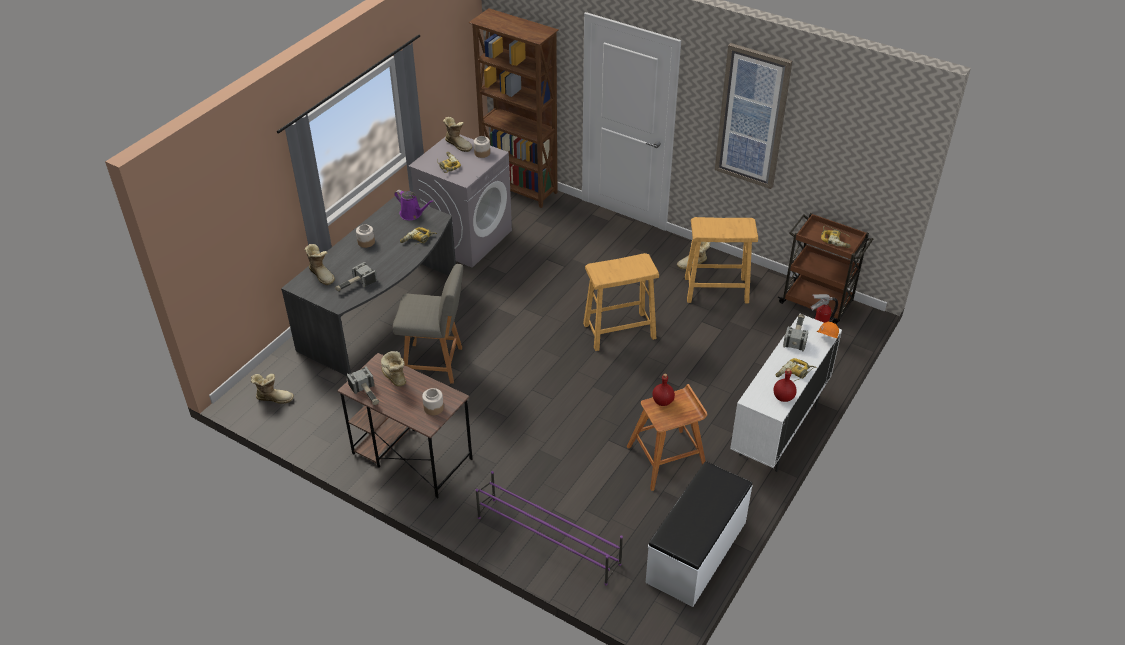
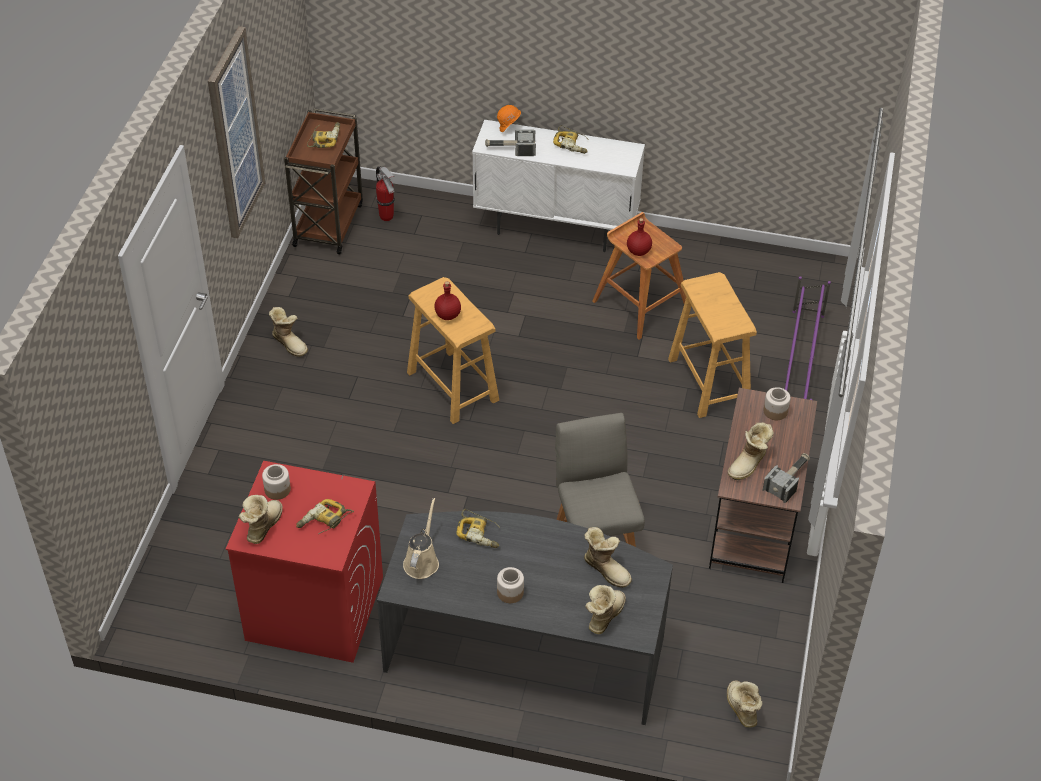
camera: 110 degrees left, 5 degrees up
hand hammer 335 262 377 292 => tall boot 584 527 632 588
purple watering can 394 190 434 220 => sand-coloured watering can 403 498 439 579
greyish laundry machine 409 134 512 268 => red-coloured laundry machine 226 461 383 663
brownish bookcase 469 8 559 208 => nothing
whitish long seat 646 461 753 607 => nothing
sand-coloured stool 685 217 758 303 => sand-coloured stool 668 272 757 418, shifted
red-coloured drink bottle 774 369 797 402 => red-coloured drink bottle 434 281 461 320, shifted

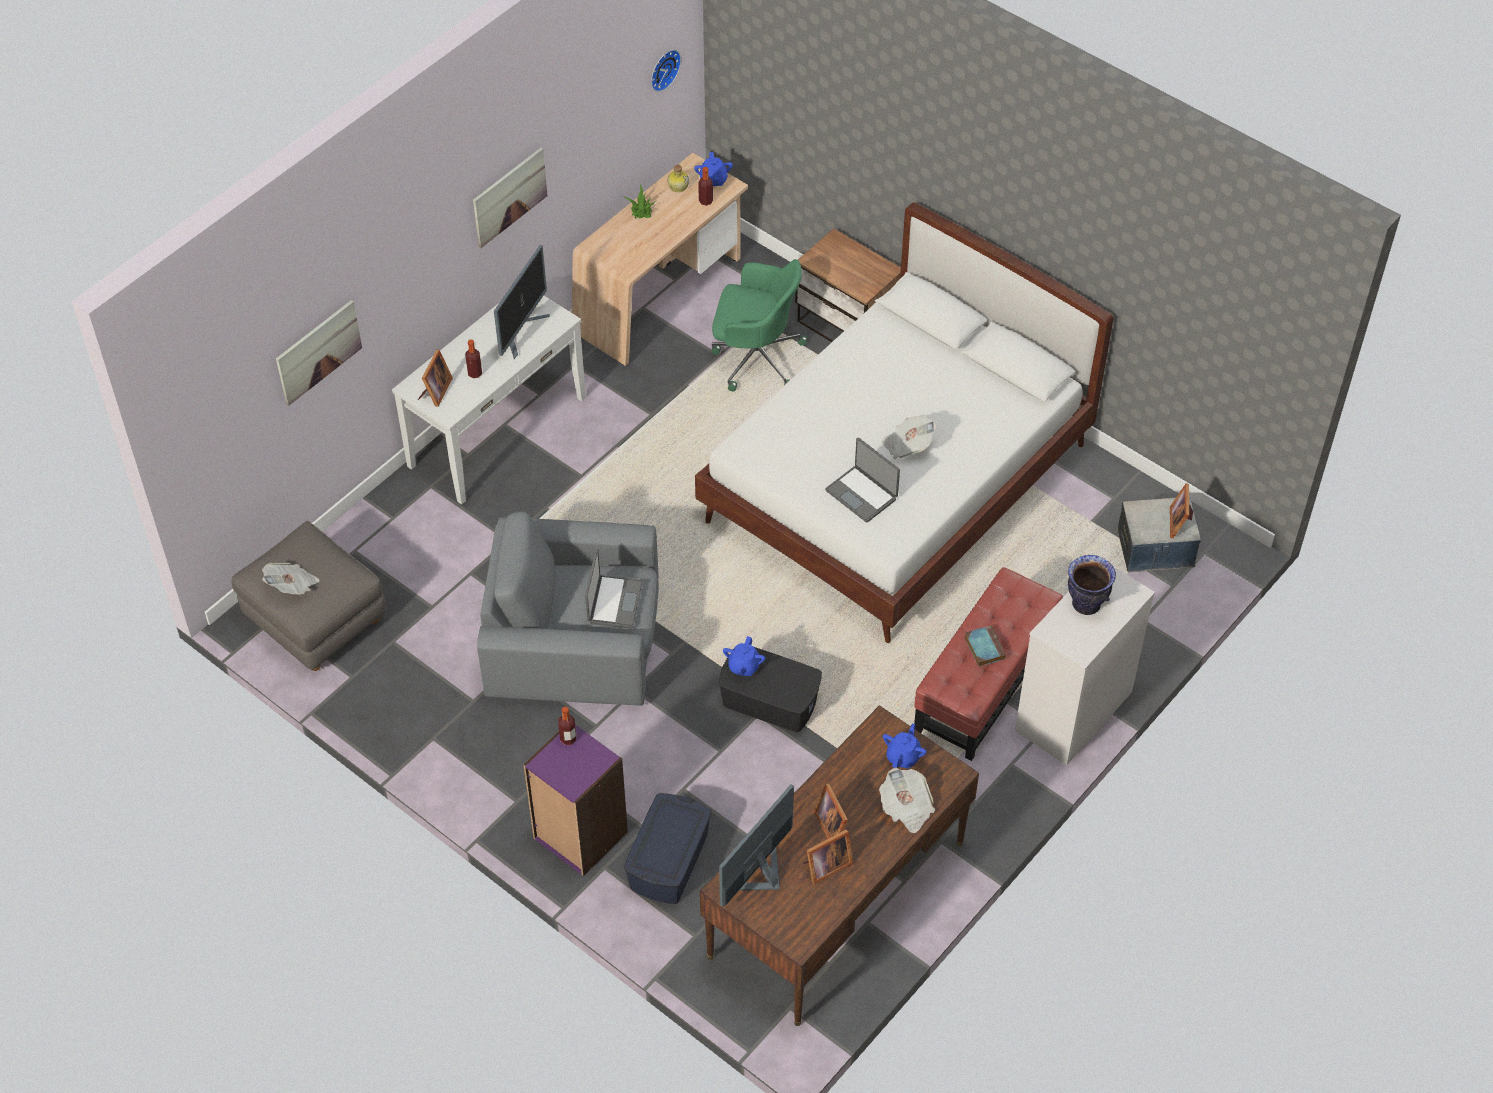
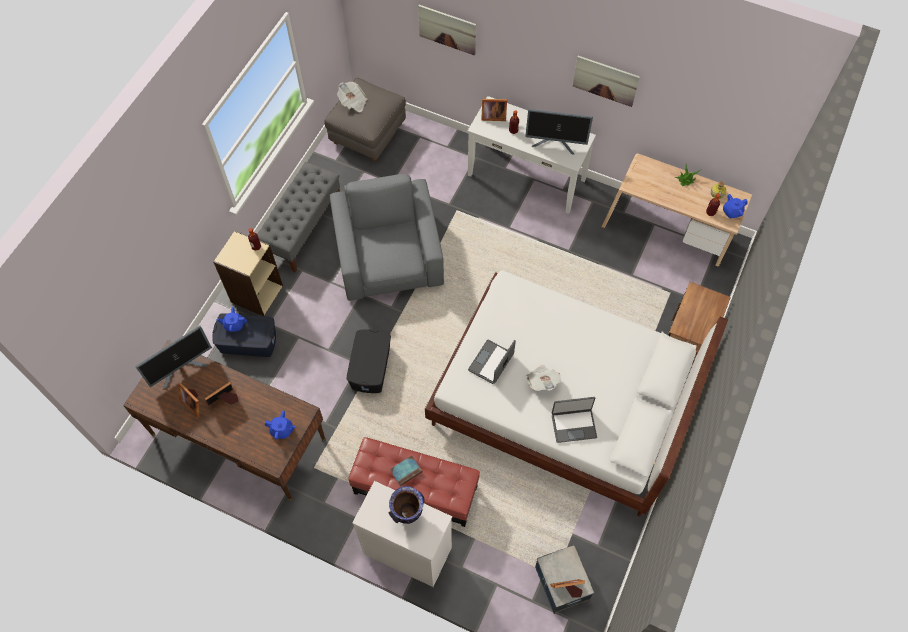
camera: 75 degrees right, 10 degrees up
purple bookcase 523 725 628 876 => sand-coloured bookcase 213 230 283 316
laptop 585 549 643 629 => laptop 552 397 597 443, shifted
wall clock 651 50 681 92 => nothing
green-coloured desk chair 712 259 807 392 => nothing
monitor 719 784 794 907 => monitor 135 326 212 390, 120 degrees clockwise
blue tea pot 723 636 766 676 => blue tea pot 217 307 247 332, shifted
printed paper 879 768 935 833 => nothing
nothing => greyish long seat 257 162 340 273

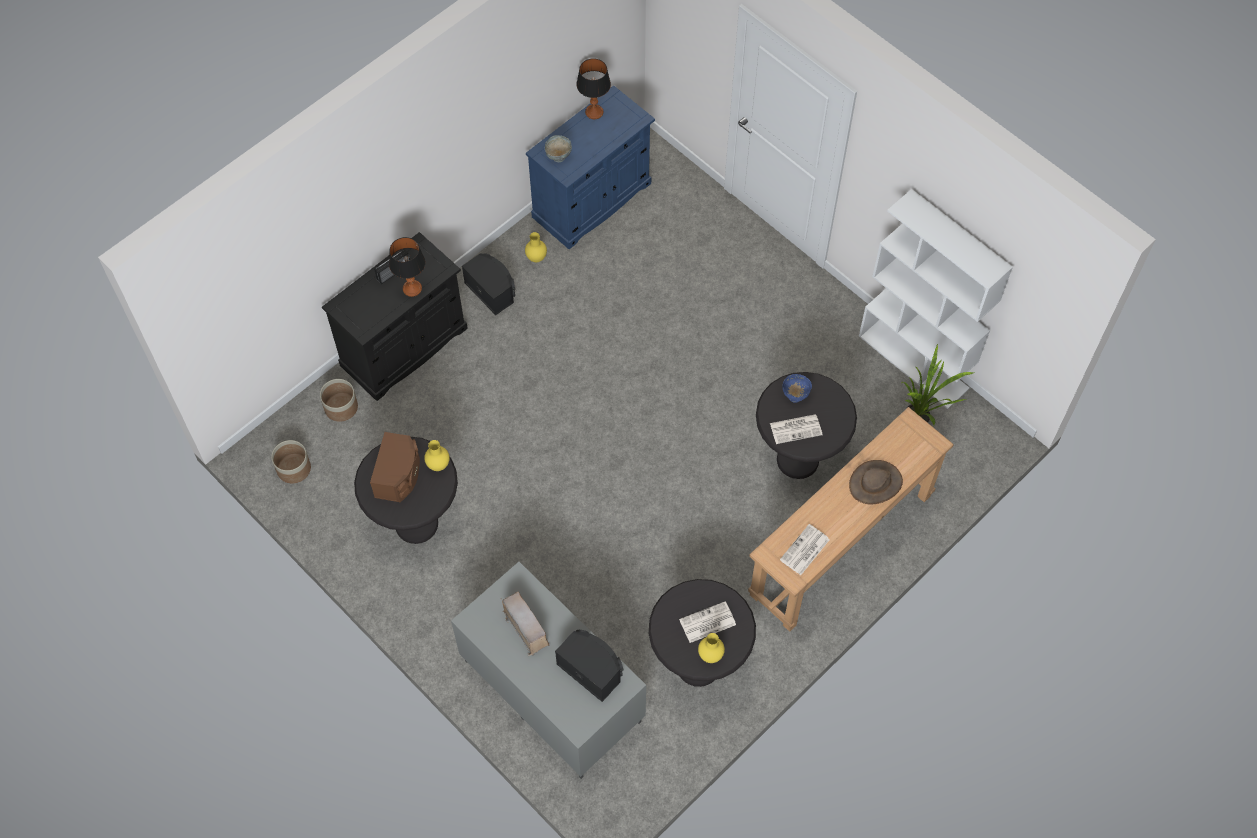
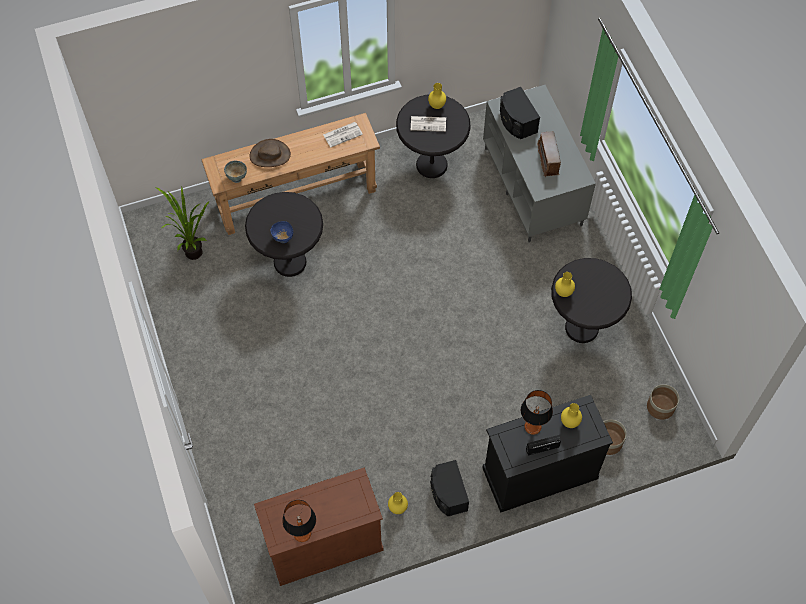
camera: 155 degrees left, 0 degrees up
brownish loudspeaker 370 432 420 502 => nothing
blue storage cabinet 526 85 655 249 => brownish storage cabinet 254 467 384 586
greyish bowl 545 135 572 162 => greyish bowl 224 161 247 183, shifted
printed paper 770 414 823 444 => nothing
whitish bookcase 859 189 1013 409 => nothing
nothing => yellow-coloured flower vase 561 403 582 428

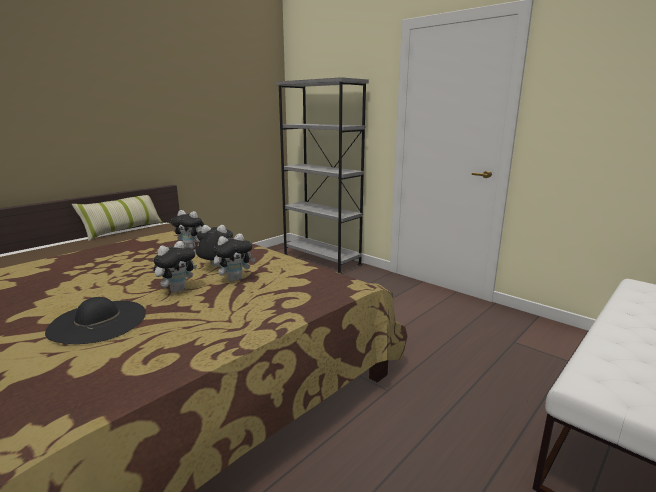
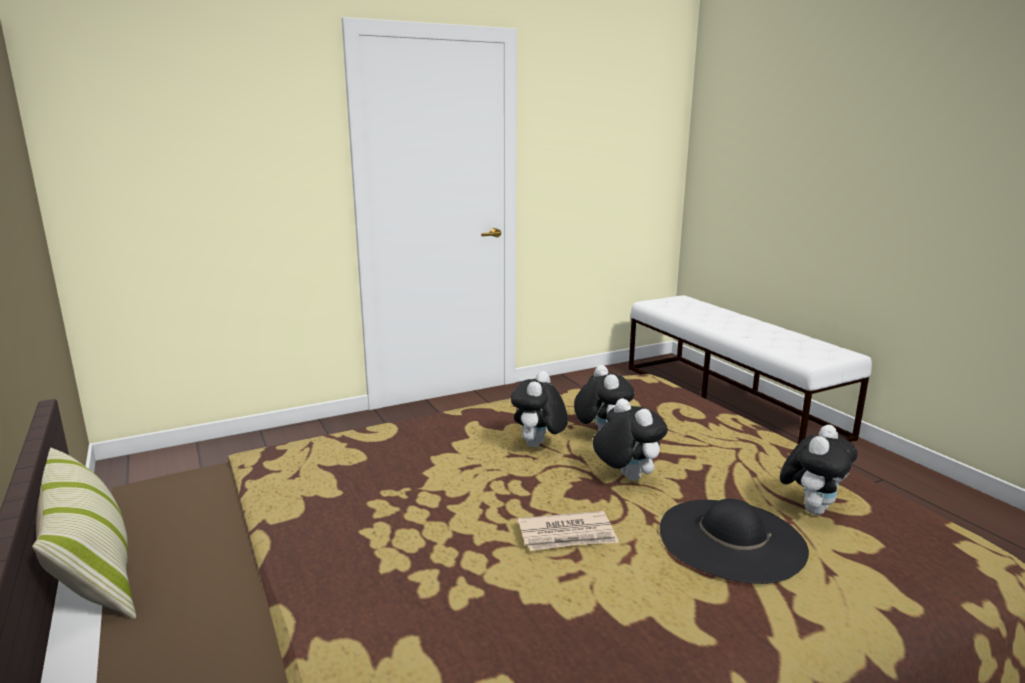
camera: 70 degrees left, 0 degrees up
cuddly toy 171 210 204 249 => cuddly toy 780 425 858 515, shifted
greyish bookcase 276 77 369 274 => nothing
nothing => printed paper 518 511 619 551

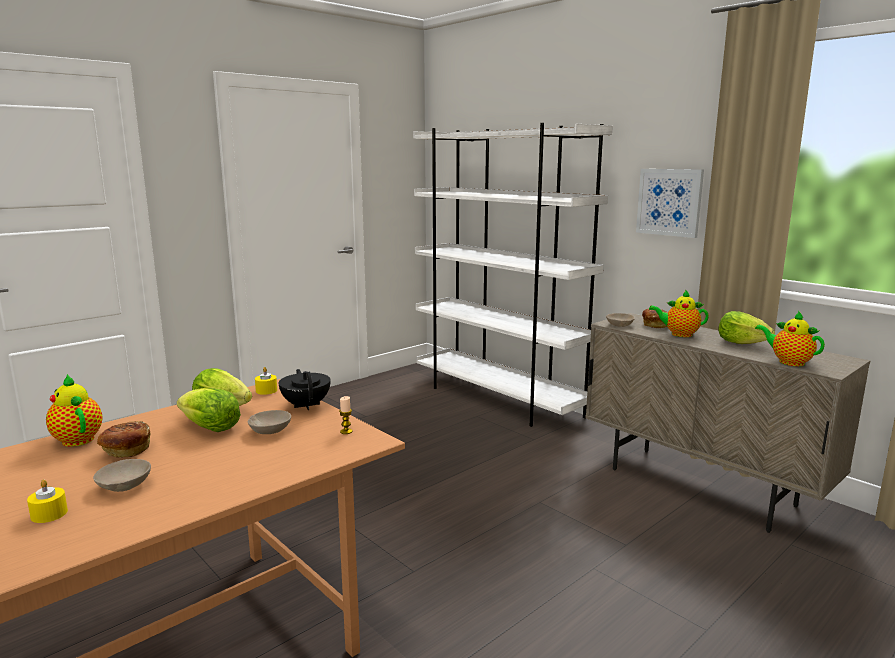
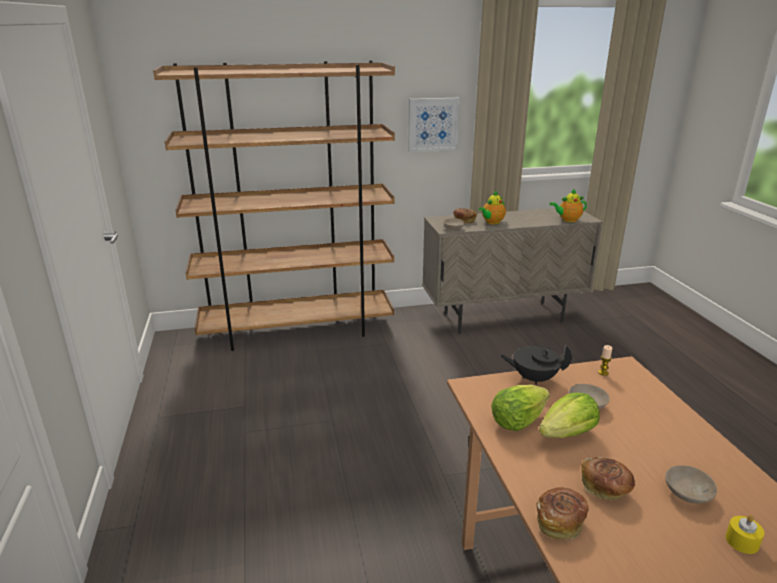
camera: 60 degrees left, 10 degrees up
tea pot 46 374 102 447 => bread 537 487 589 540
yellow-coloured wax light 255 367 277 395 => nothing
whitish bookcase 413 123 613 427 => brownish bookcase 153 61 395 351
head of lettuce 718 311 775 344 => nothing

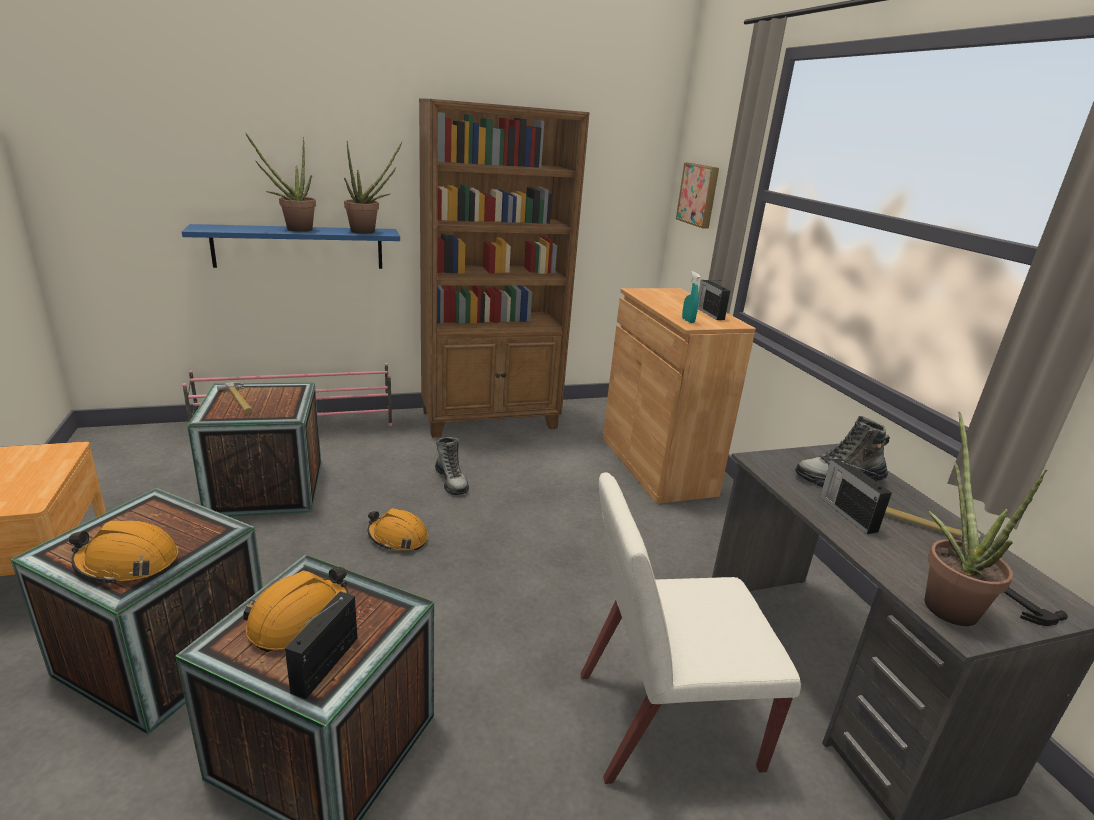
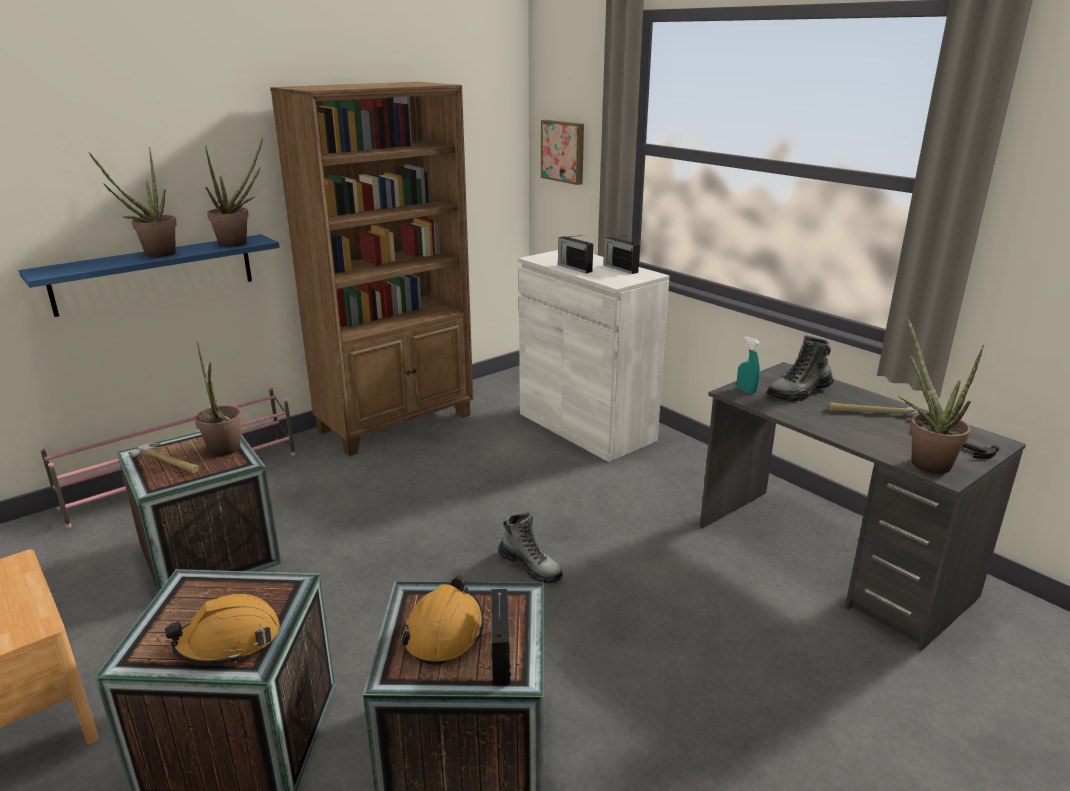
camera: 20 degrees left, 0 degrees up
orange hard hat 368 508 428 551 => nothing
tall boot 435 437 469 495 => tall boot 498 512 563 583, shifted
whitish plain chair 581 472 801 784 => nothing
brownish storage cabinet 603 288 756 504 => whitish storage cabinet 519 250 670 462
blue-green hand sprayer 682 271 700 323 => blue-green hand sprayer 737 336 760 394, shifted
radio 820 458 892 534 => radio 558 235 593 273, shifted
nothing => plant in a pot 195 341 243 456

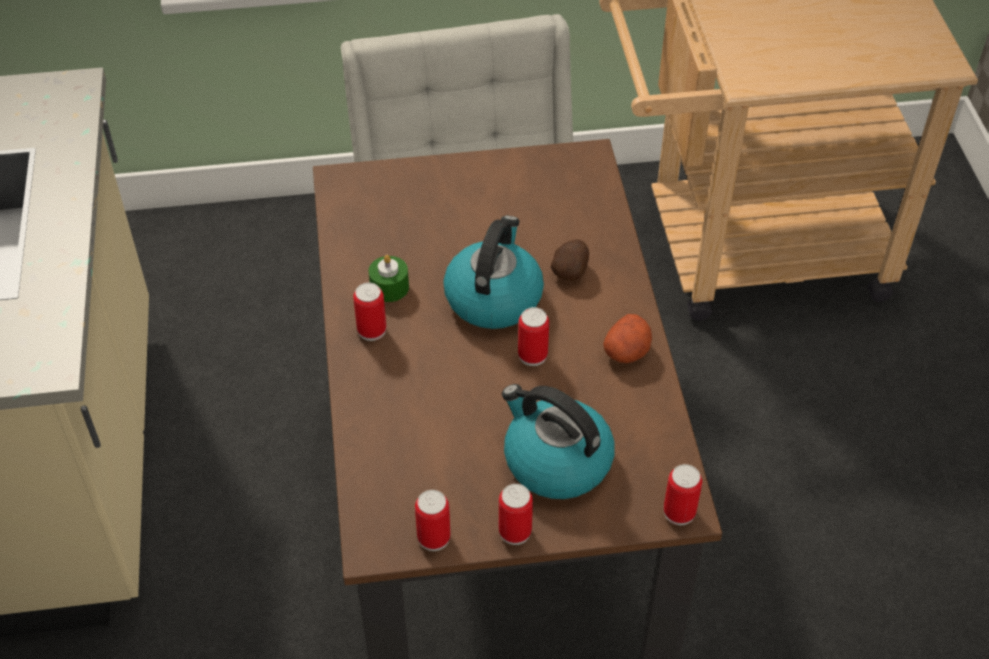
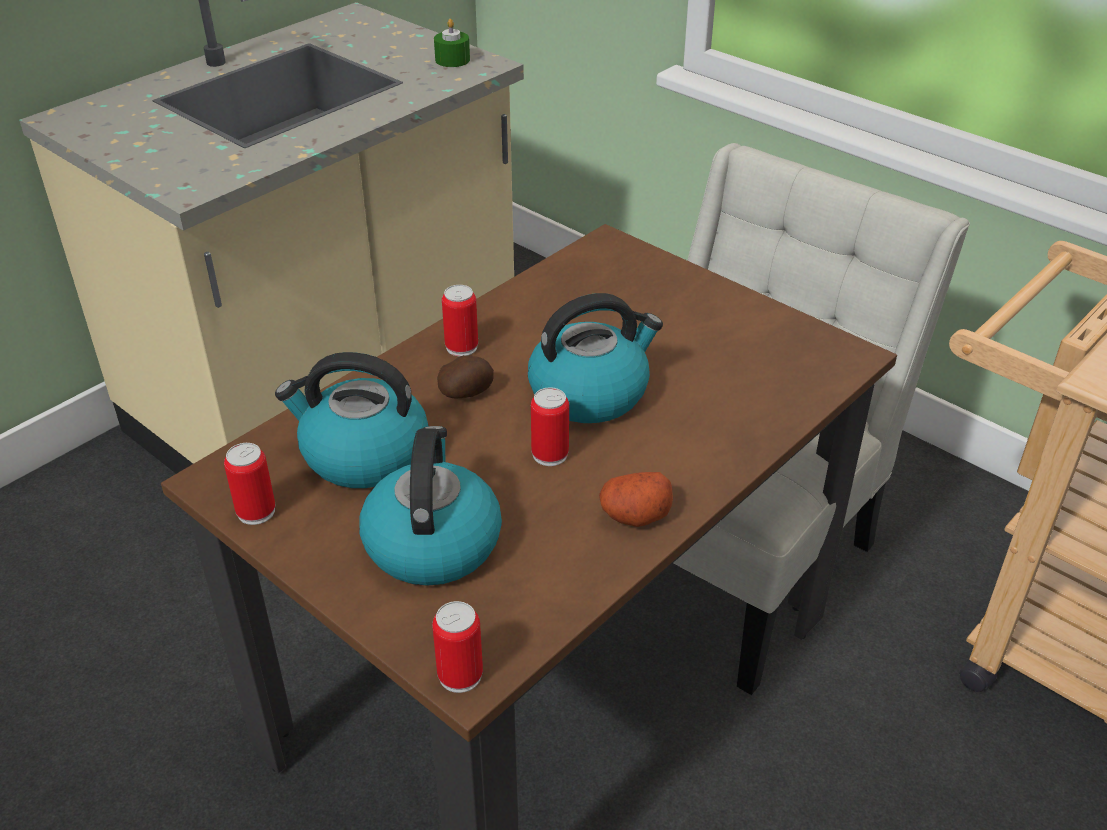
camera: 50 degrees right, 10 degrees down
green-coloured wax light 369 255 409 302 => green-coloured wax light 434 19 470 67, shifted
metal can 499 484 533 545 => nothing
spud 551 239 589 281 => spud 437 355 494 399, shifted
nothing => tea kettle 275 352 428 488

